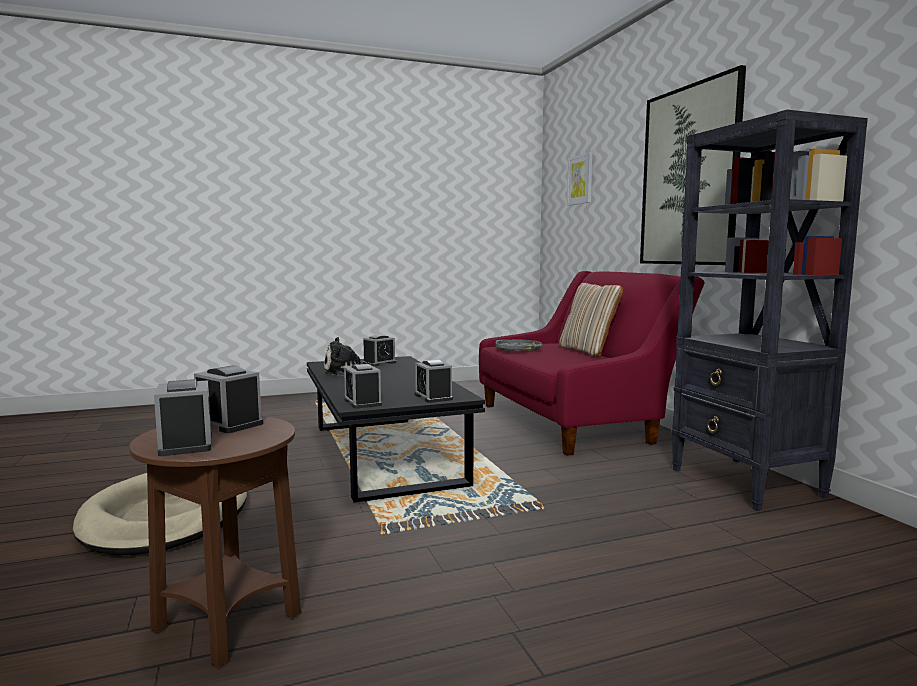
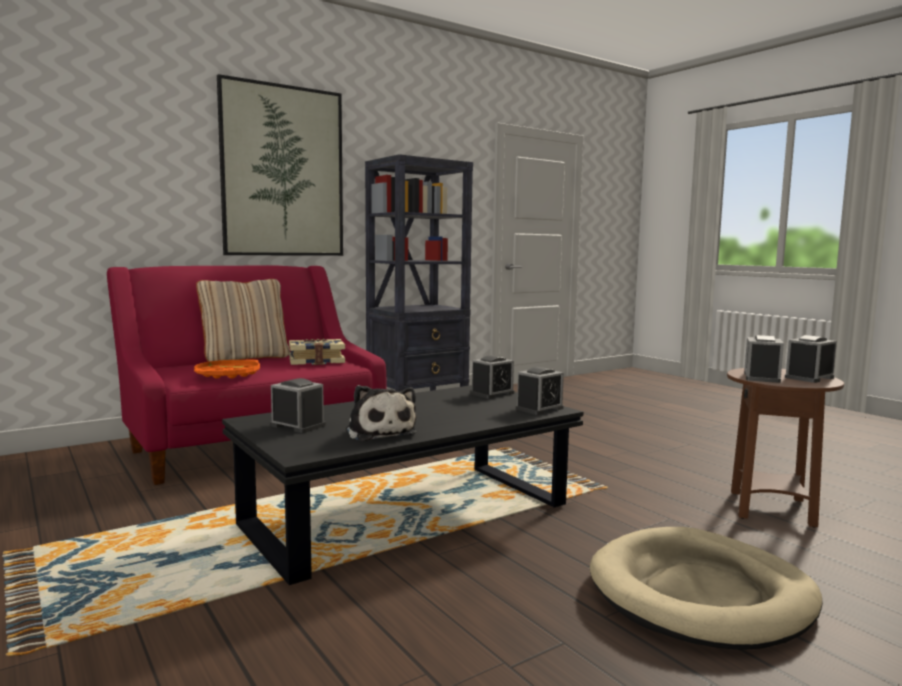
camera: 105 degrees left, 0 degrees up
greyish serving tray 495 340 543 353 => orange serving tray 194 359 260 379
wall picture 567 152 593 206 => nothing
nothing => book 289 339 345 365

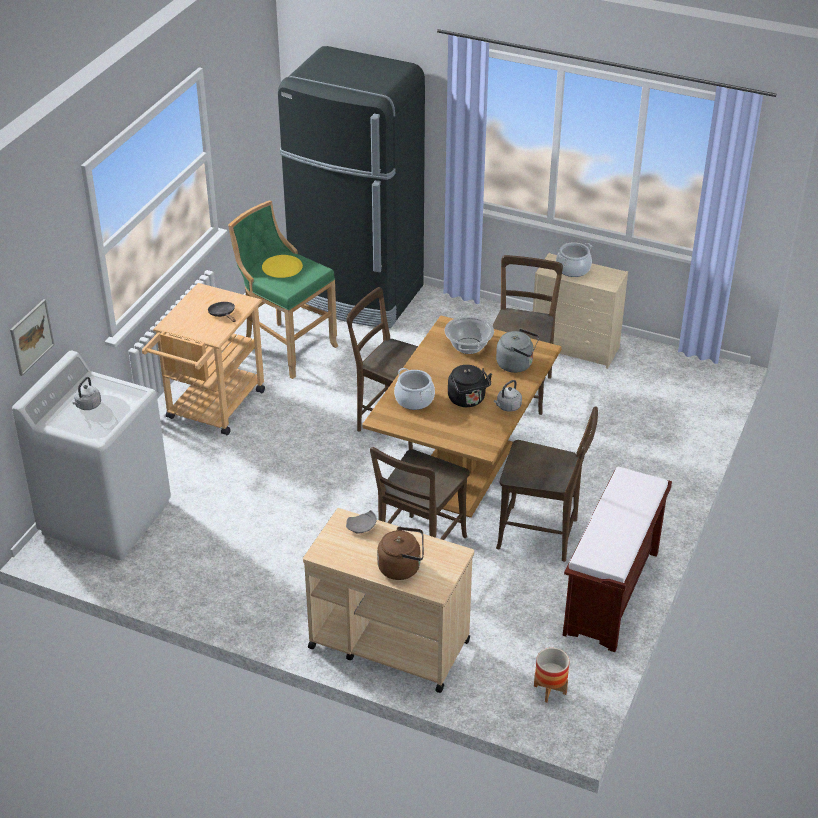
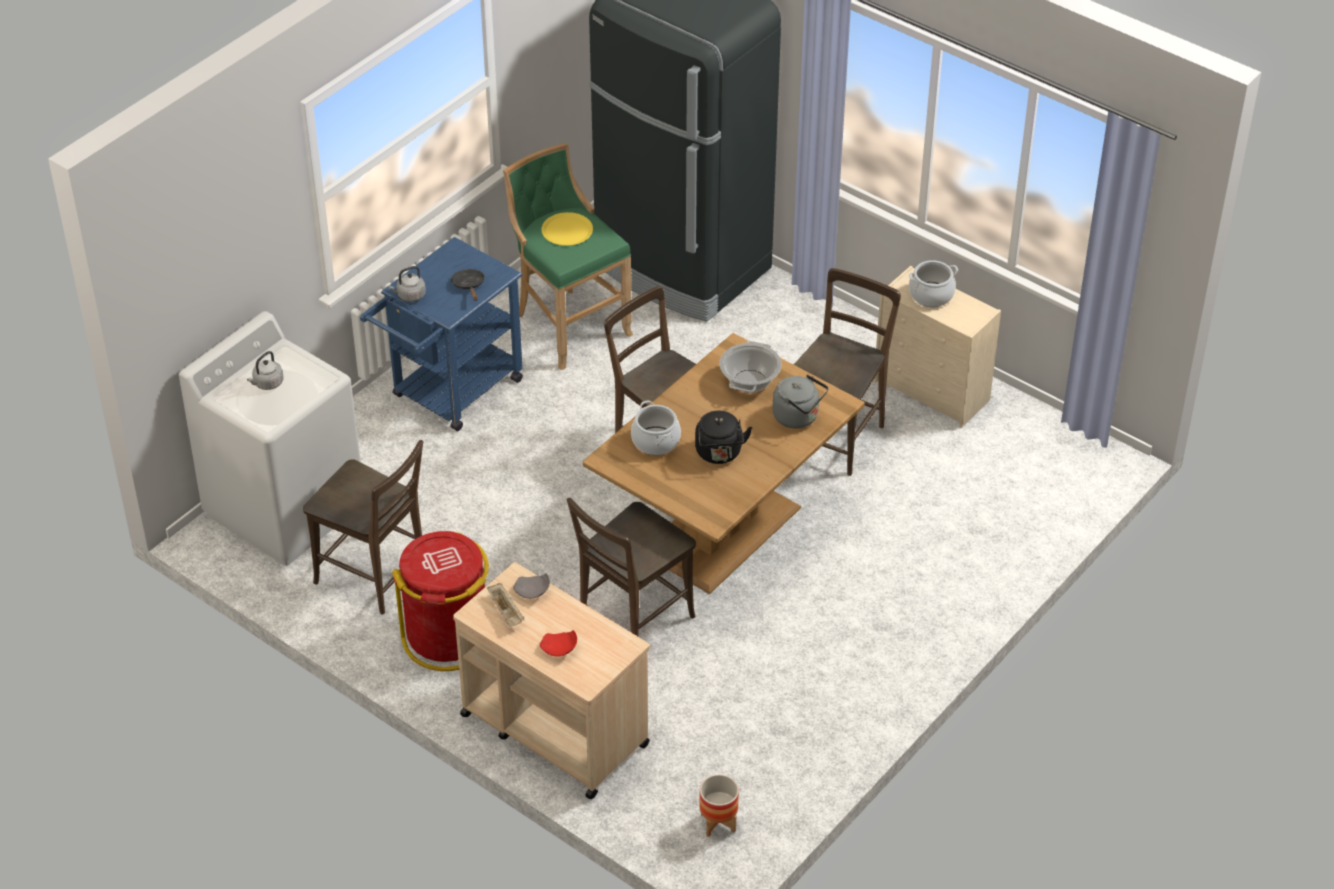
camera: 15 degrees right, 5 degrees up
wall picture 10 299 54 376 => nothing
sand-coloured trolley 142 283 265 435 => blue trolley 360 237 523 431
brownish tea kettle 377 527 424 580 => red-coloured flat dish 540 630 577 656
greyish tea kettle 494 380 522 412 => greyish tea kettle 388 266 426 302, shifted
brownish plain chair 496 407 598 562 => brownish plain chair 303 440 423 614, shifted
brownish long seat 563 467 672 652 => nothing
nothing => red-coloured waste bin 392 531 489 671
nothing => sand-coloured serving tray 487 583 524 627

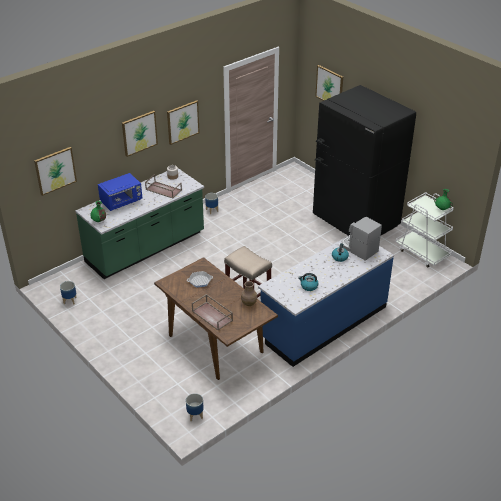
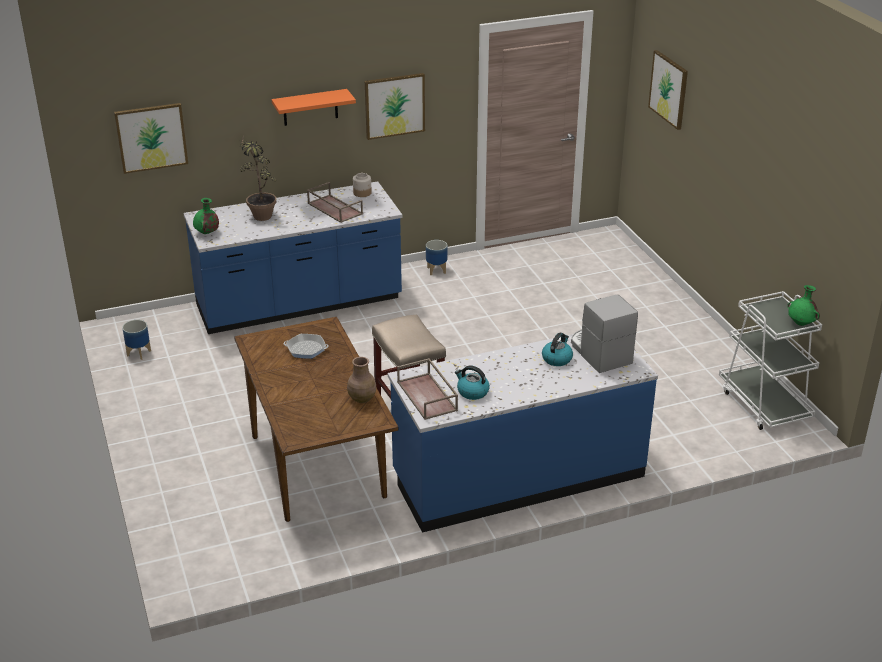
camera: 20 degrees right, 5 degrees down
green-coloured kitchen counter 75 168 204 279 => blue kitchen counter 183 181 402 334
blue microwave 98 173 142 211 => plant in a pot 240 135 276 221
wall picture 122 111 158 157 => orange shelf 272 89 356 126
plant pot 186 393 204 422 => nothing
brownish serving tray 192 294 233 330 => brownish serving tray 397 358 458 420, shifted
black refrigerator 313 85 416 236 => nothing

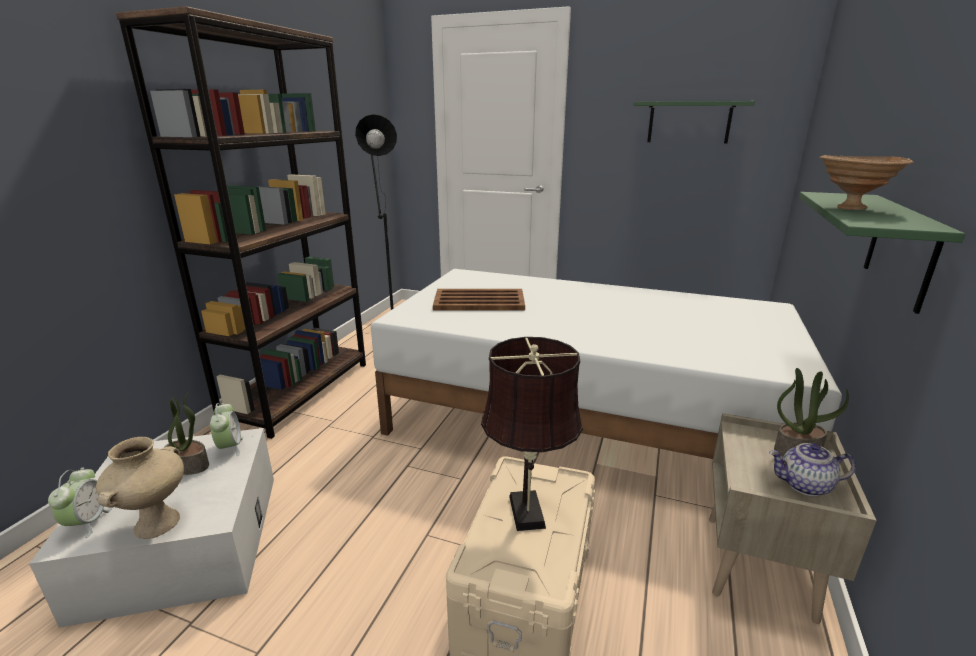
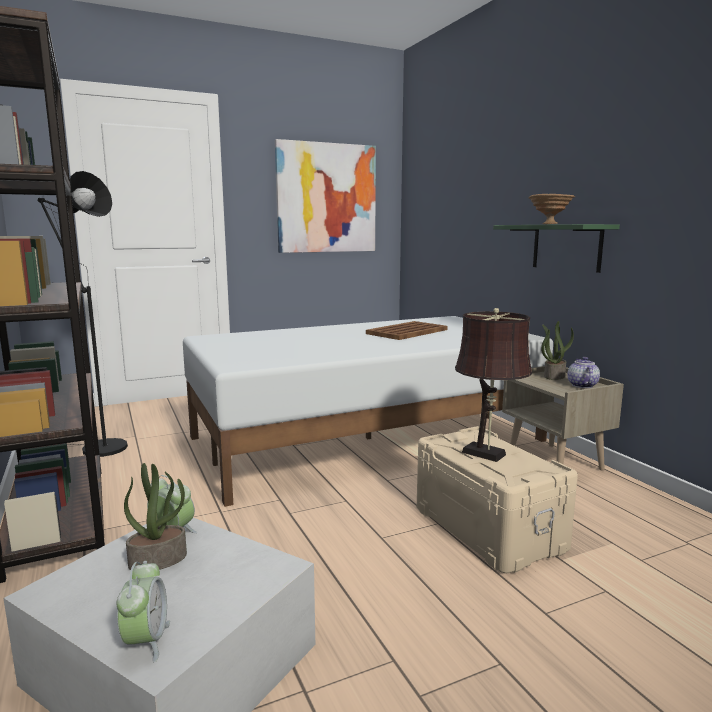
camera: 45 degrees left, 10 degrees down
bedside clock 48 468 112 538 => bedside clock 117 561 170 662, 45 degrees clockwise
sand-coloured flower vase 96 437 184 539 => nothing
brownish serving tray 433 289 525 310 => brownish serving tray 366 321 448 340, shifted
green-coloured shelf 633 101 755 144 => wall picture 275 139 376 253
tea pot 769 443 856 496 => tea pot 567 357 600 388, 135 degrees clockwise

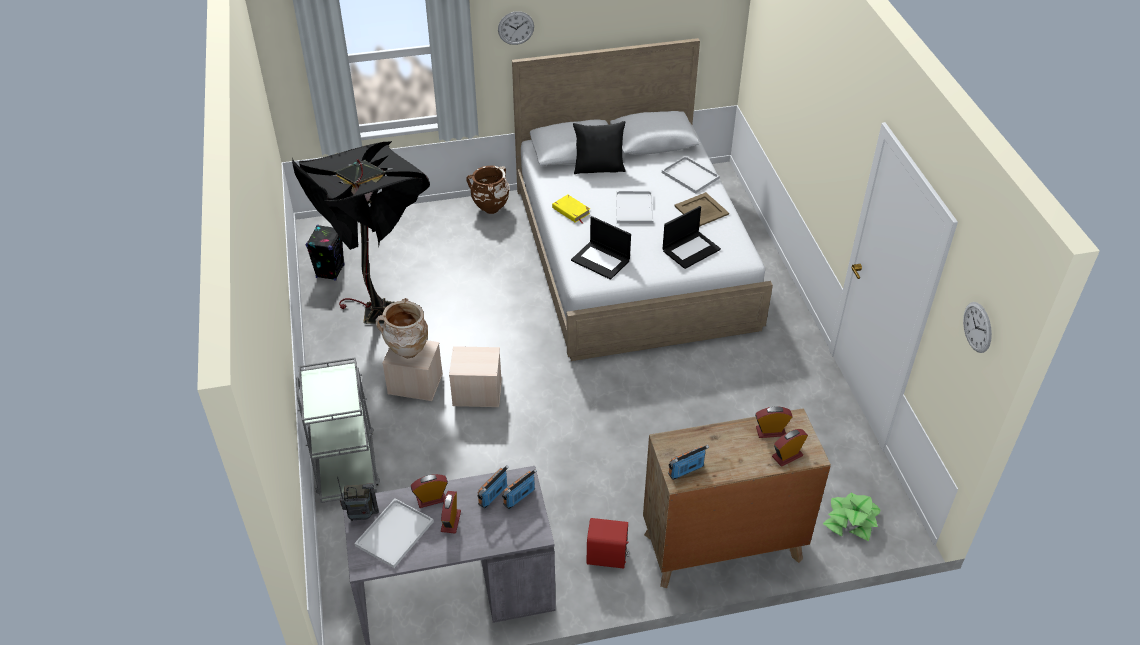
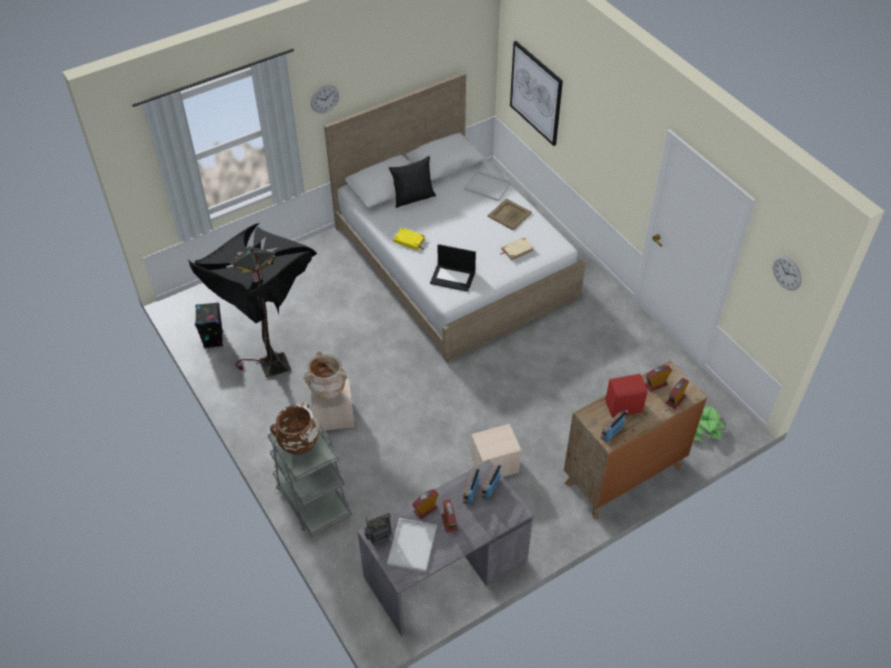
camera: 20 degrees left, 5 degrees up
sand-coloured storage box 449 346 502 407 => sand-coloured storage box 471 424 522 477, shifted
brownish flower vase 466 166 510 214 => brownish flower vase 270 402 319 455, shifted
red-coloured loudspeaker 586 518 630 568 => red-coloured loudspeaker 605 374 648 418, shifted
whitish serving tray 616 191 654 224 => nothing
laptop 663 206 721 269 => sand-coloured book 500 237 534 261
nothing => wall picture 510 41 563 146

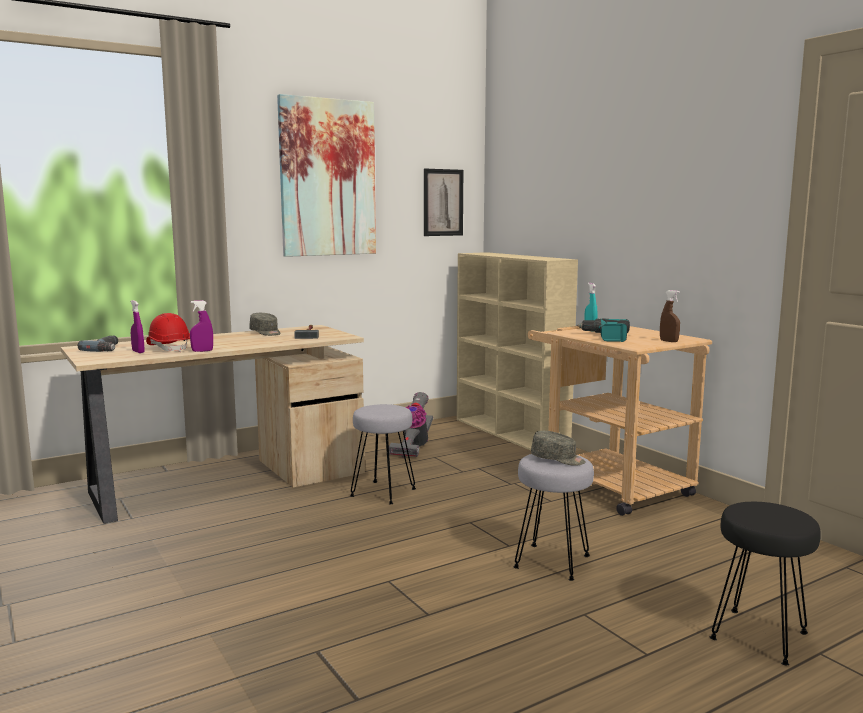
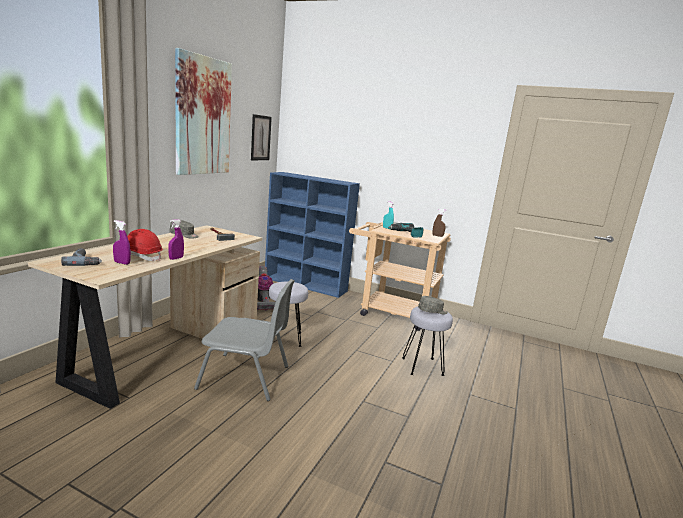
camera: 35 degrees left, 5 degrees up
sand-coloured bookcase 457 252 578 450 => blue bookcase 265 172 360 298
black stool 710 502 821 665 => nothing
nothing => greyish plain chair 194 279 295 401

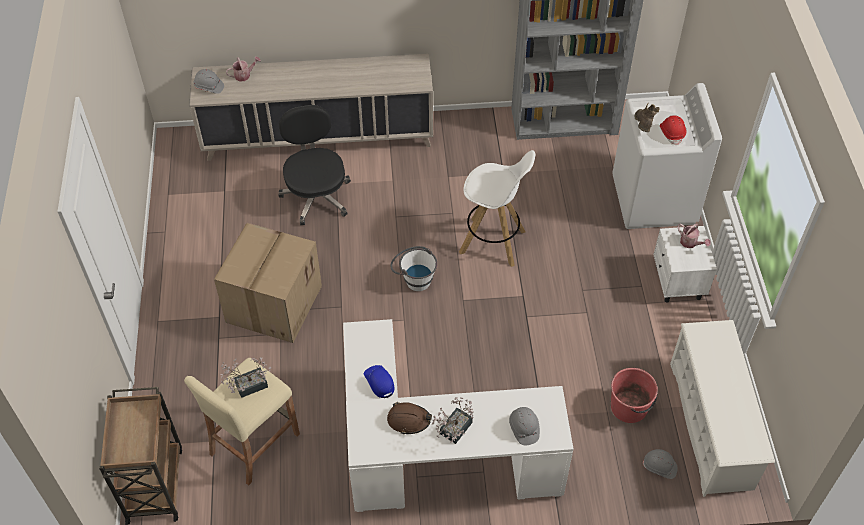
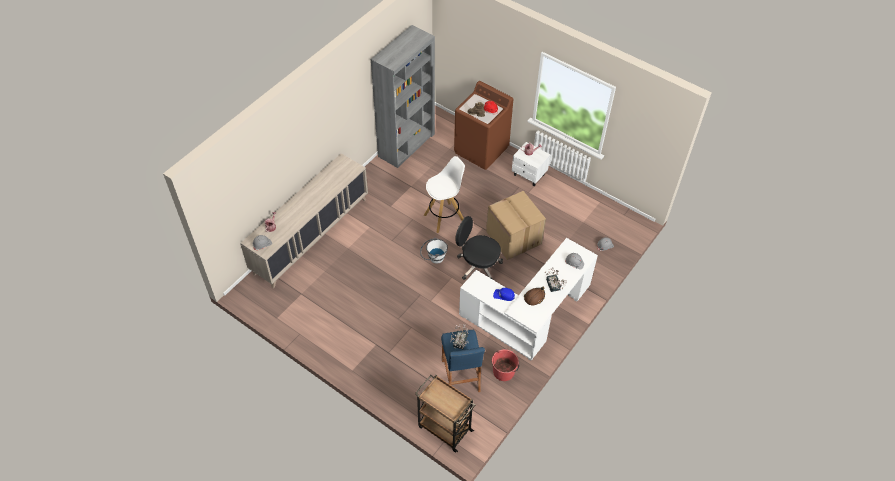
camera: 50 degrees left, 0 degrees up
sand-coloured stool 184 358 300 485 => blue stool 441 330 485 392
carton 214 223 322 343 => carton 486 191 546 260, shifted
black desk chair 279 105 351 225 => black desk chair 455 216 503 280, shifted
red-coloured water bucket 611 368 658 423 => red-coloured water bucket 492 349 519 381, shifted
whitish laundry machine 612 83 722 229 => brownish laundry machine 454 81 513 170
whitish shoe rack 670 320 775 497 => nothing

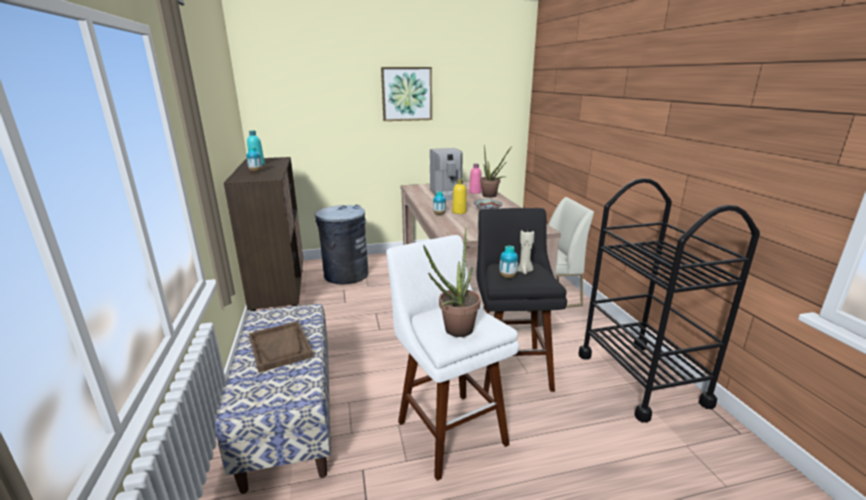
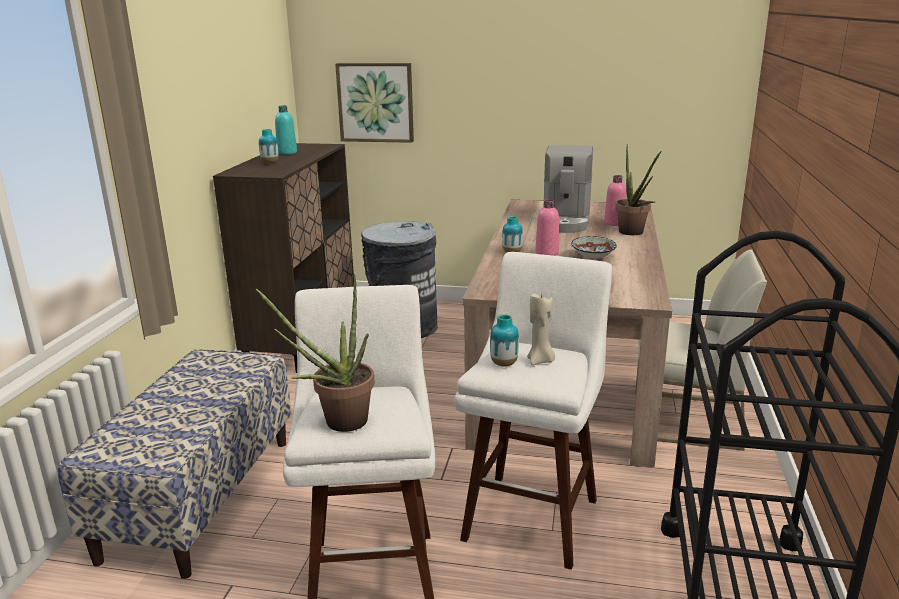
camera: 25 degrees right, 0 degrees up
brownish serving tray 249 321 313 373 => nothing
wall picture 381 67 432 121 => wall picture 335 63 414 143, shifted
yellow-coloured drink bottle 452 179 467 214 => pinkish drink bottle 535 199 559 256
black stool 476 208 567 393 => whitish stool 454 252 612 570

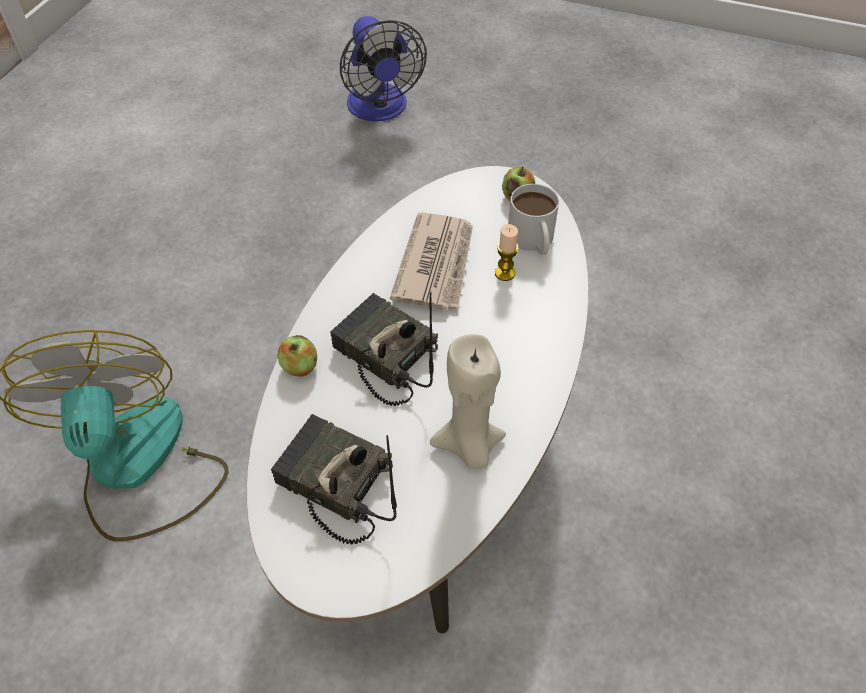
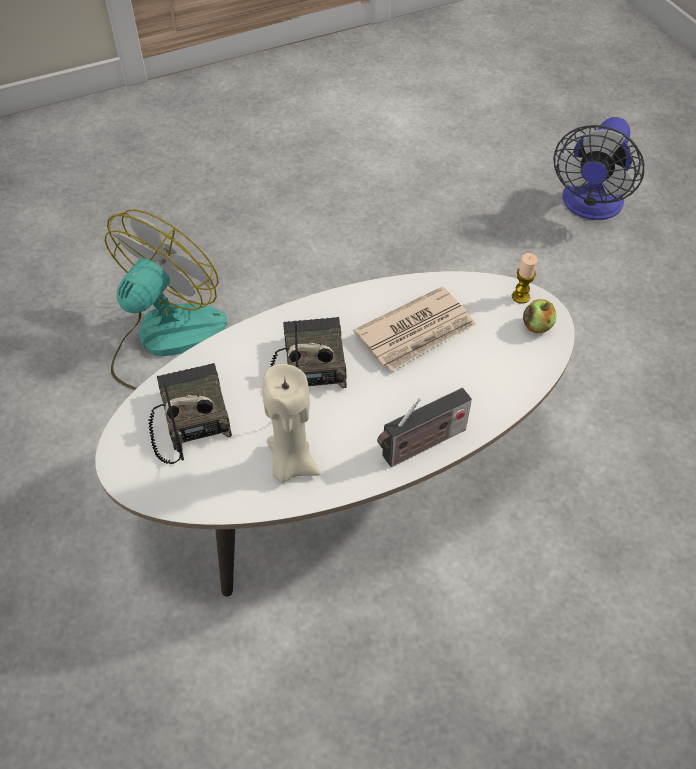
camera: 45 degrees right, 0 degrees up
apple fruit 277 335 317 376 => nothing
wax light 495 224 519 281 => wax light 512 253 537 304, shifted
whitish coffee mug 508 184 559 255 => nothing
nothing => radio 377 388 472 467

